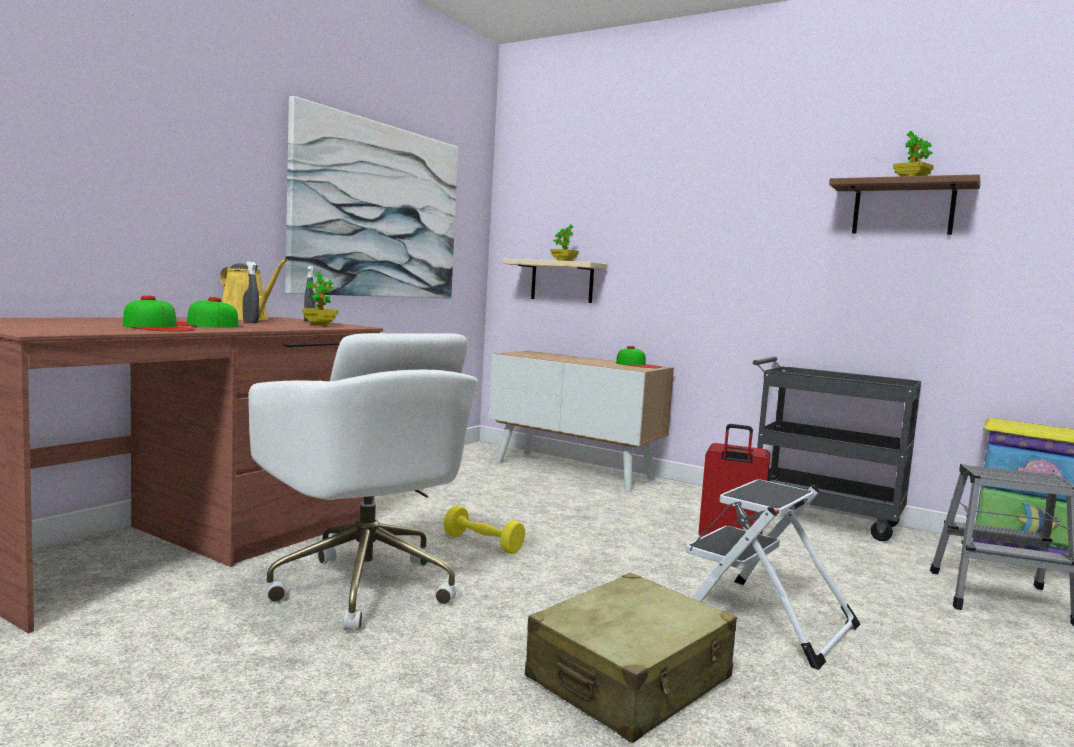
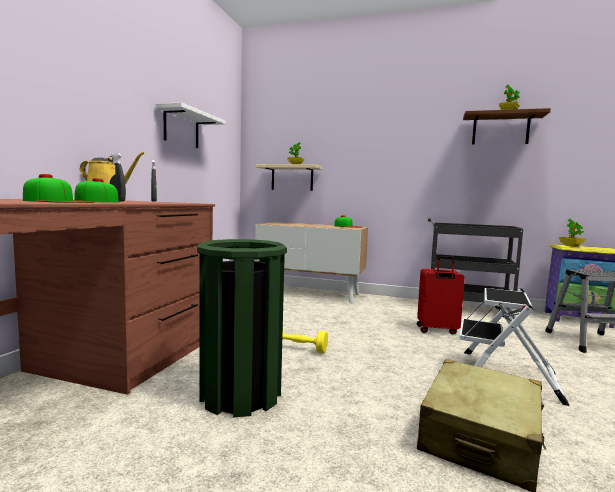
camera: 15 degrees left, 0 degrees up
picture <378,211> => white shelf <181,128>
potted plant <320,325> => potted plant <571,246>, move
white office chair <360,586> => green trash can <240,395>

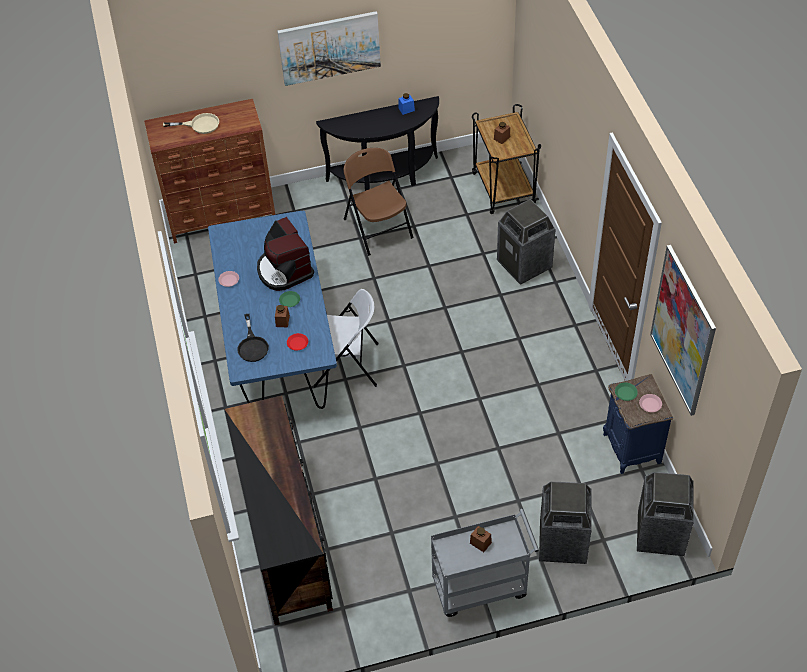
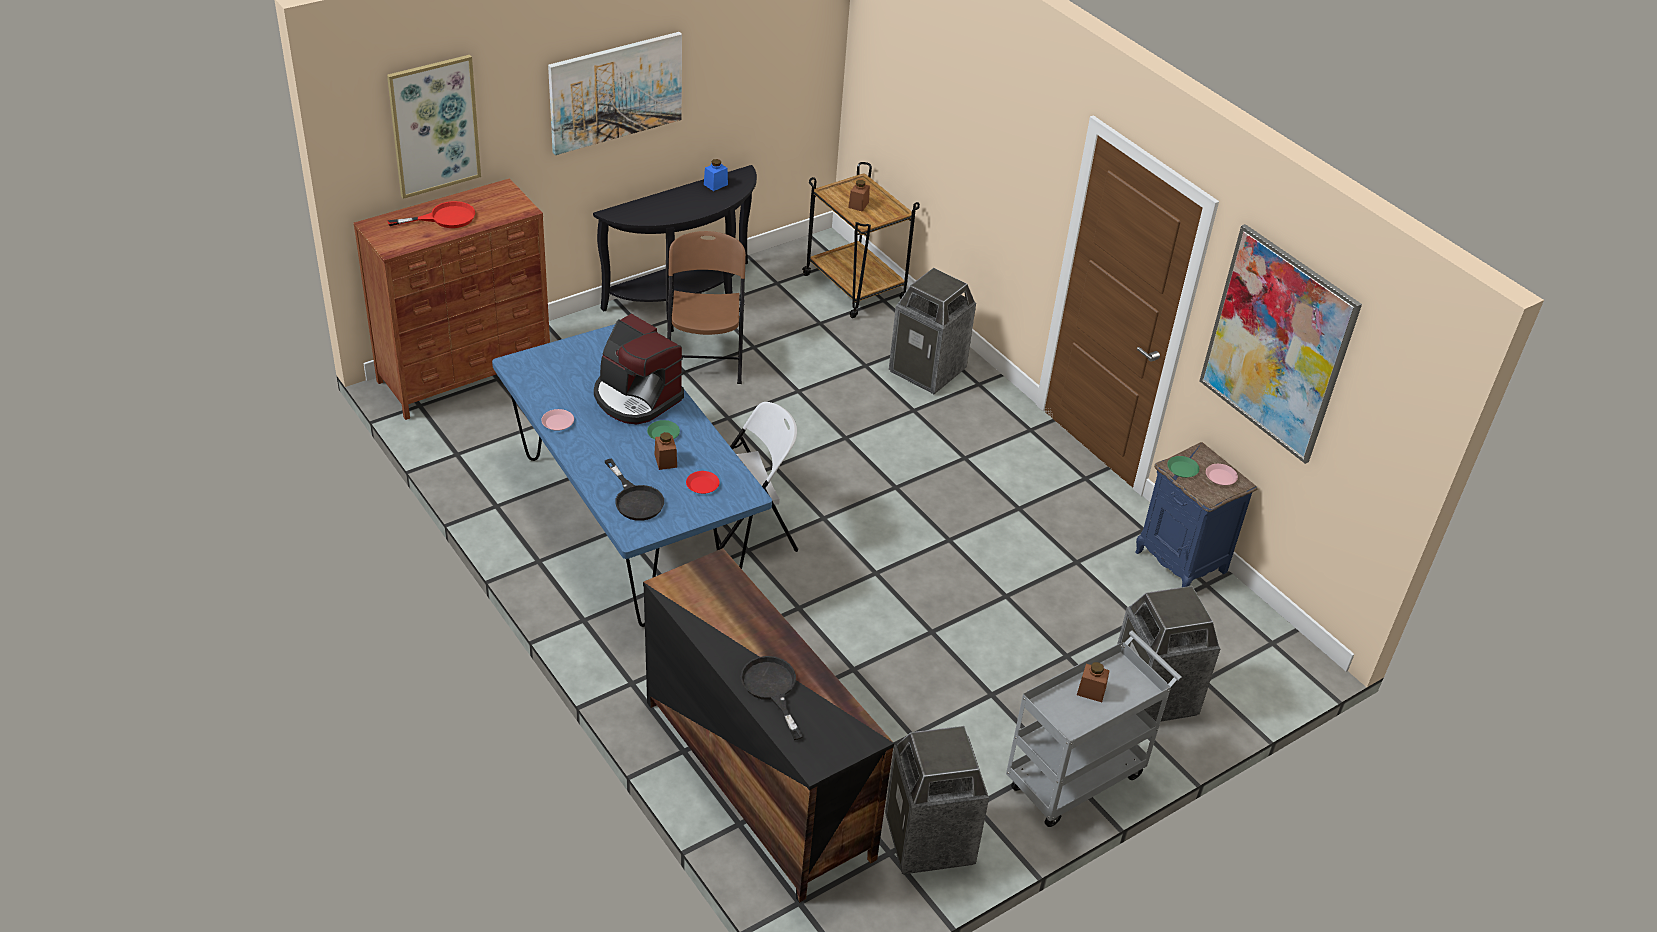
camera: 25 degrees left, 10 degrees down
beige frying pan <199,125> => red frying pan <444,218>
brown chair <378,228> => brown chair <705,357>, 45 degrees clockwise
trash can <660,534> => trash can <929,840>, move
nothing => picture <434,126>
nothing => black frying pan <771,689>

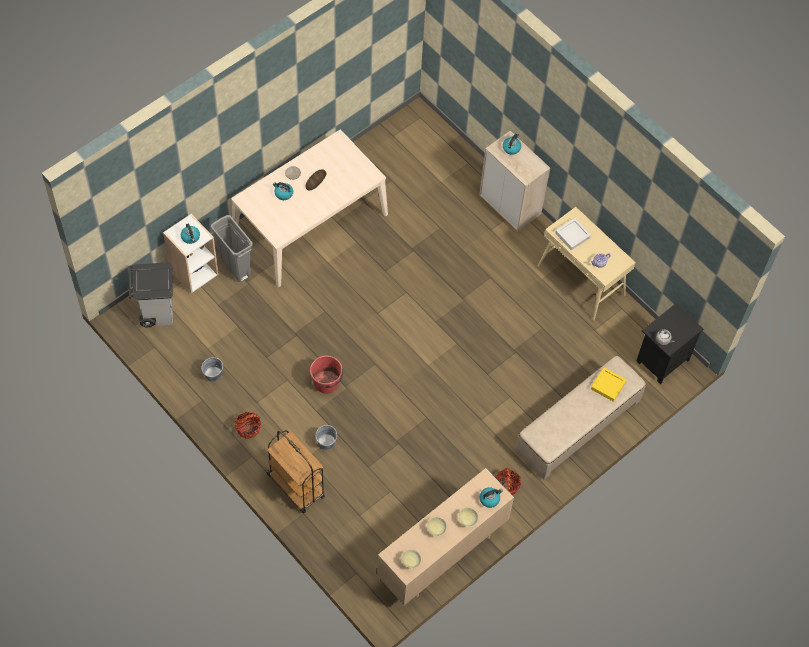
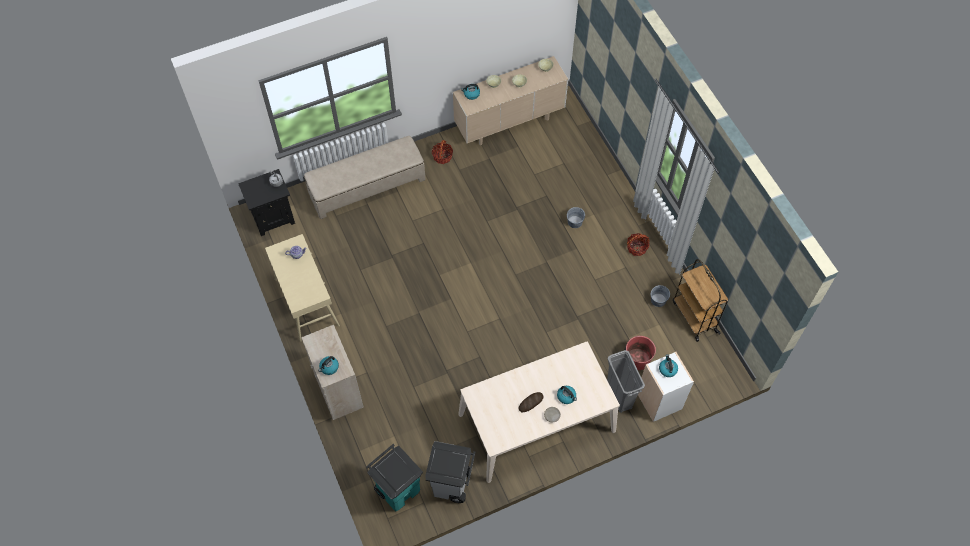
camera: 160 degrees left, 0 degrees up
grey tray <572,235> => nothing
grey trash can <156,311> => grey trash can <452,485>, move
red bucket <327,382> => red bucket <637,359>, move
yellow tray <608,385> => nothing
brown cart <296,487> => brown cart <694,316>, move
nothing => turquoise trash can <398,489>

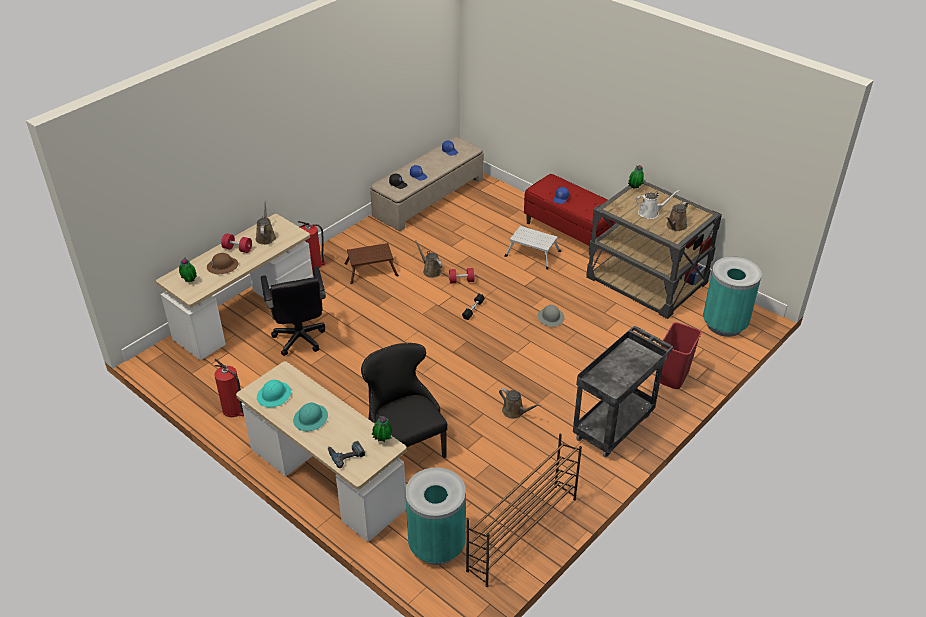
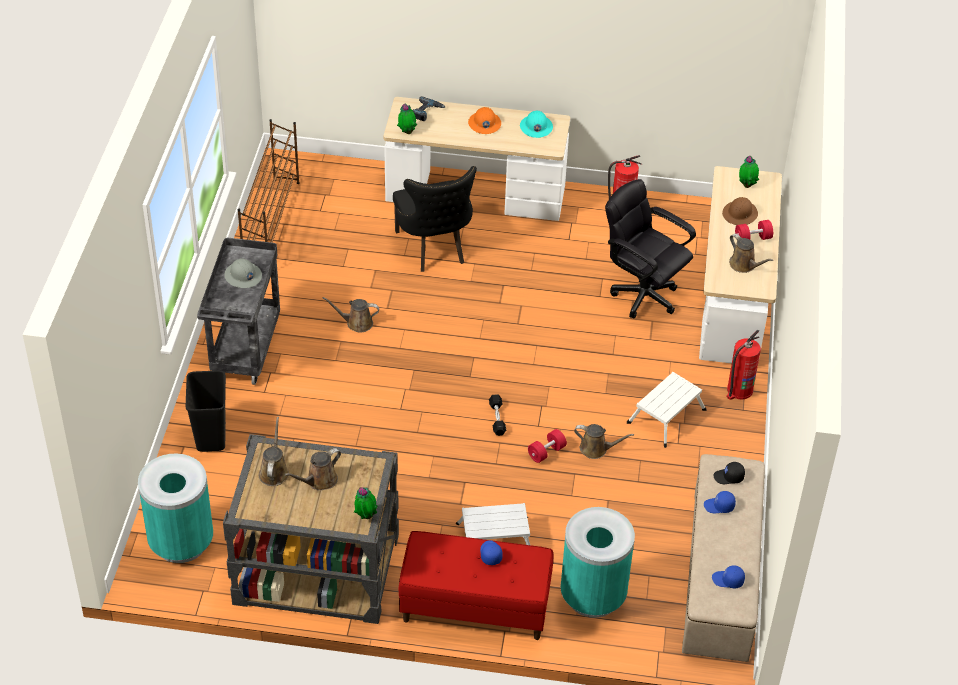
camera: 145 degrees right, 5 degrees up
white watering can <650,213> => brown watering can <319,481>
brown step ladder <371,269> => white step ladder <666,416>
grey hard hat <551,317> => grey hard hat <243,276>, move
red trash can <674,378> => black trash can <210,436>
black chair <405,445> => black chair <434,248>, 45 degrees clockwise
turquoise hard hat <311,418> => orange hard hat <484,123>
turquoise trash can <436,545> => turquoise trash can <593,595>, move

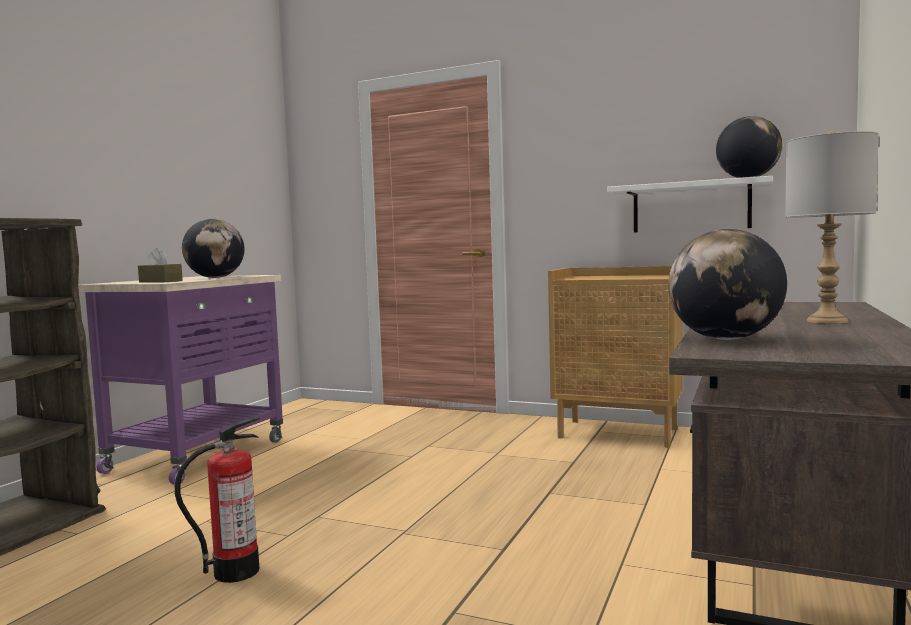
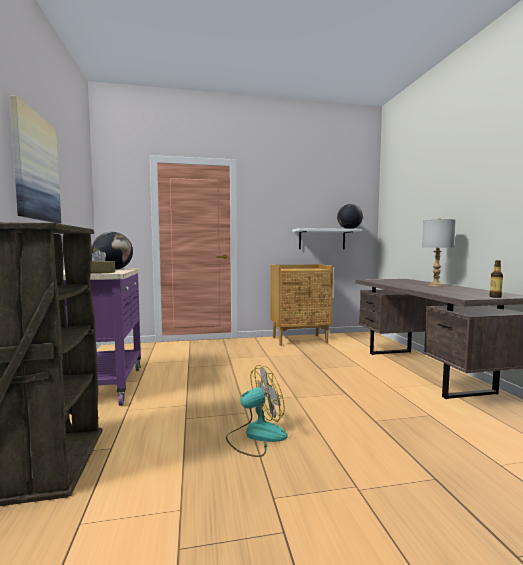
camera: 35 degrees left, 0 degrees up
globe <725,339> => nothing
fire extinguisher <236,571> => fan <256,436>
nothing => picture <35,167>
nothing => bottle <495,297>

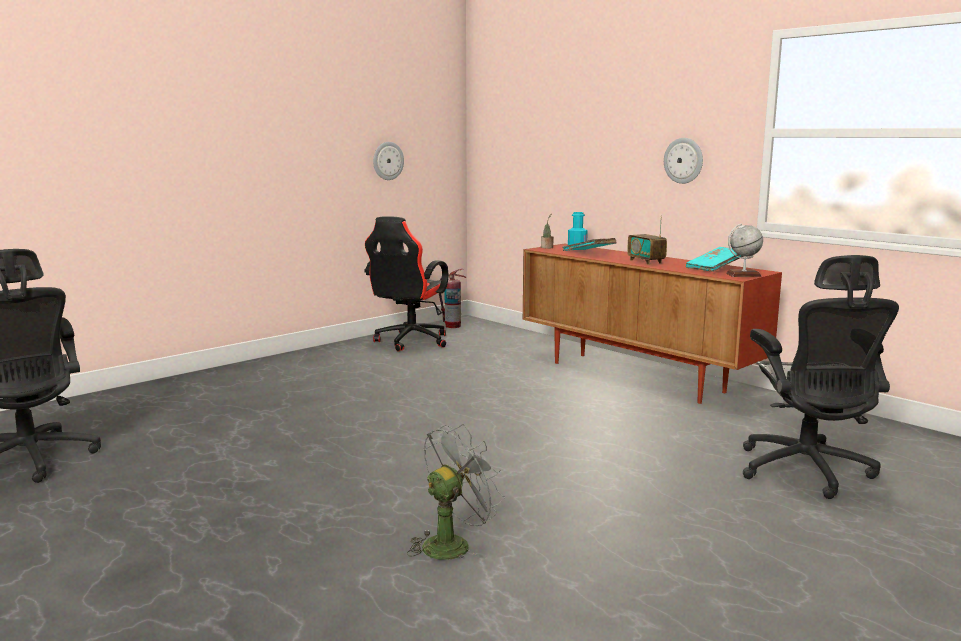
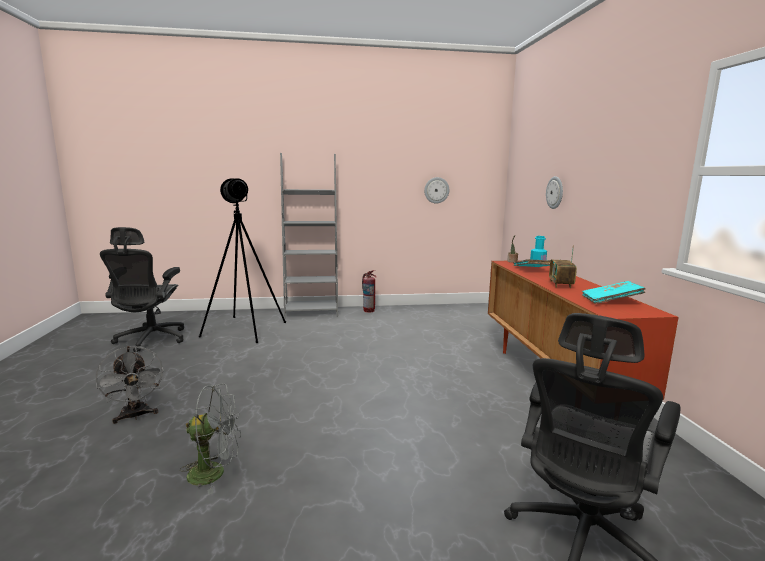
camera: 35 degrees right, 0 degrees up
wall clock <683,160> => wall clock <555,192>, move
black office chair <409,343> => nothing
globe <743,275> => nothing
fire extinguisher <452,326> => fire extinguisher <369,310>, move
nothing => grey bookcase <311,312>
nothing => black floor lamp <244,329>
nothing => grey fan <135,416>

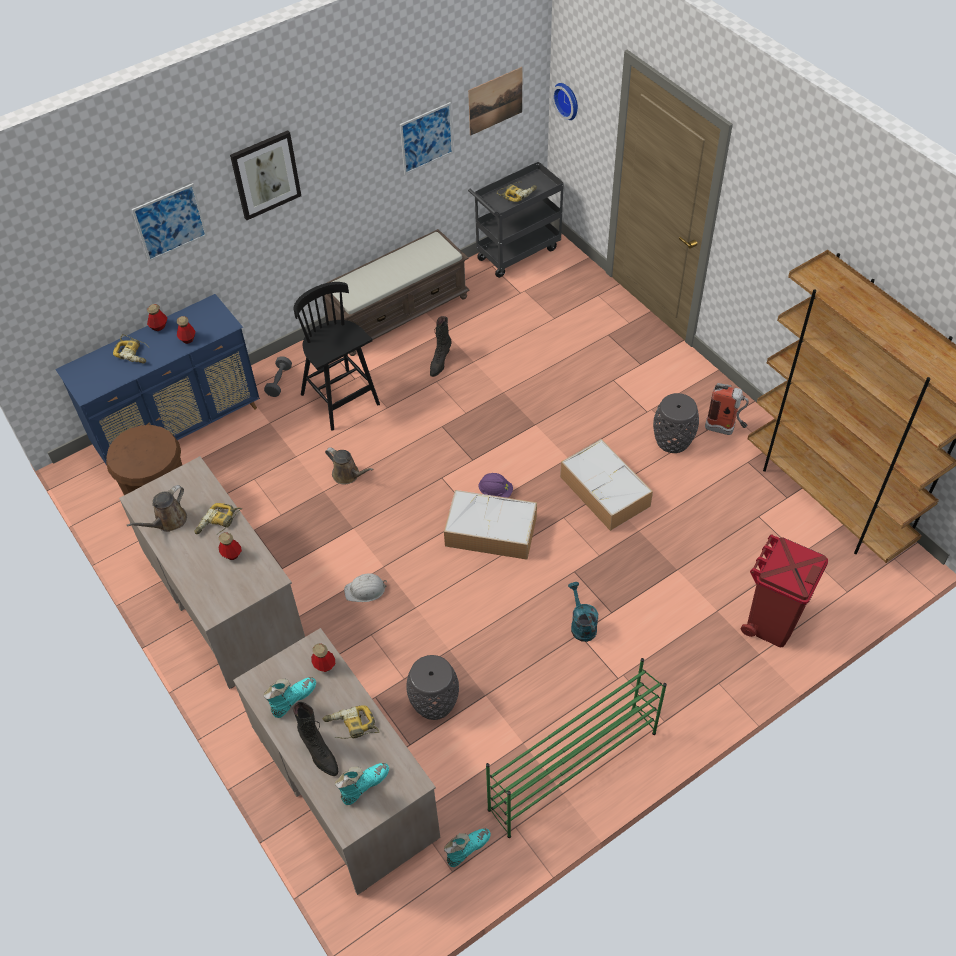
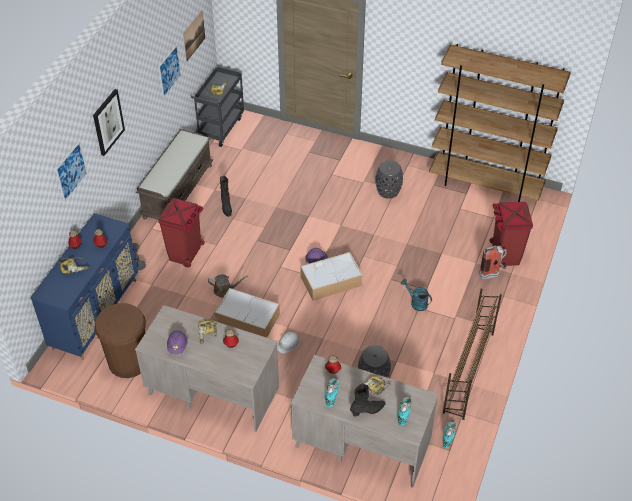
camera: 35 degrees left, 5 degrees down
wall clock <568,100> => nothing
black stool <341,401> => red trash can <185,253>
fire extinguisher <725,429> => fire extinguisher <492,275>, move
storage box <606,492> => storage box <248,319>, move
brown watering can <168,521> => purple hard hat <177,346>
green shoe rack <572,771> => brown shoe rack <468,372>
black boot <319,752> => black boot <368,410>, 45 degrees counterclockwise

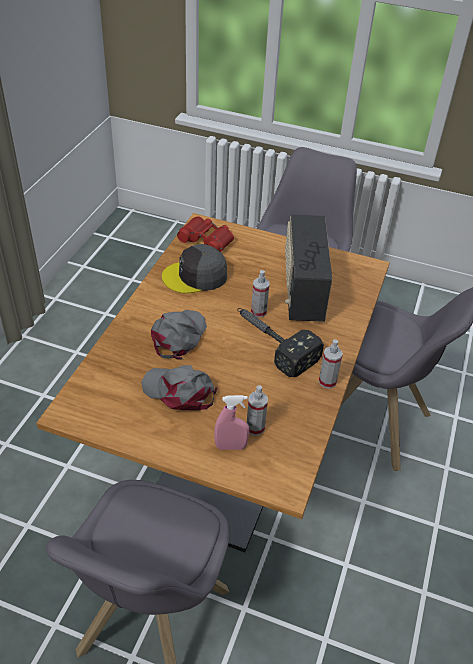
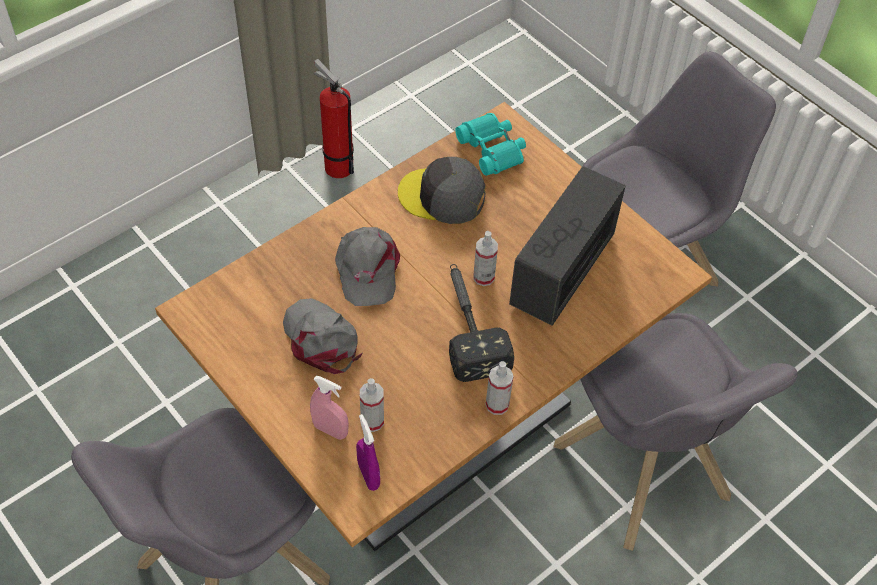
camera: 30 degrees right, 10 degrees up
red binoculars <206,240> => turquoise binoculars <492,149>
grey cap <178,336> => grey cap <367,270>, 120 degrees clockwise
nothing => fire extinguisher <336,165>
nothing => purple spray bottle <368,475>

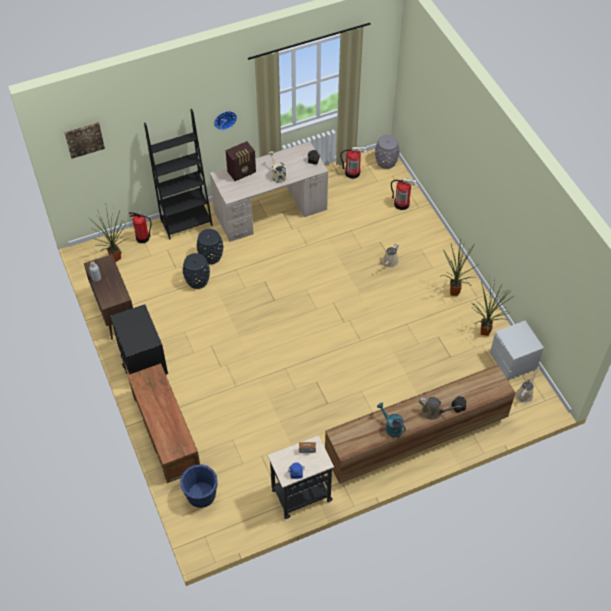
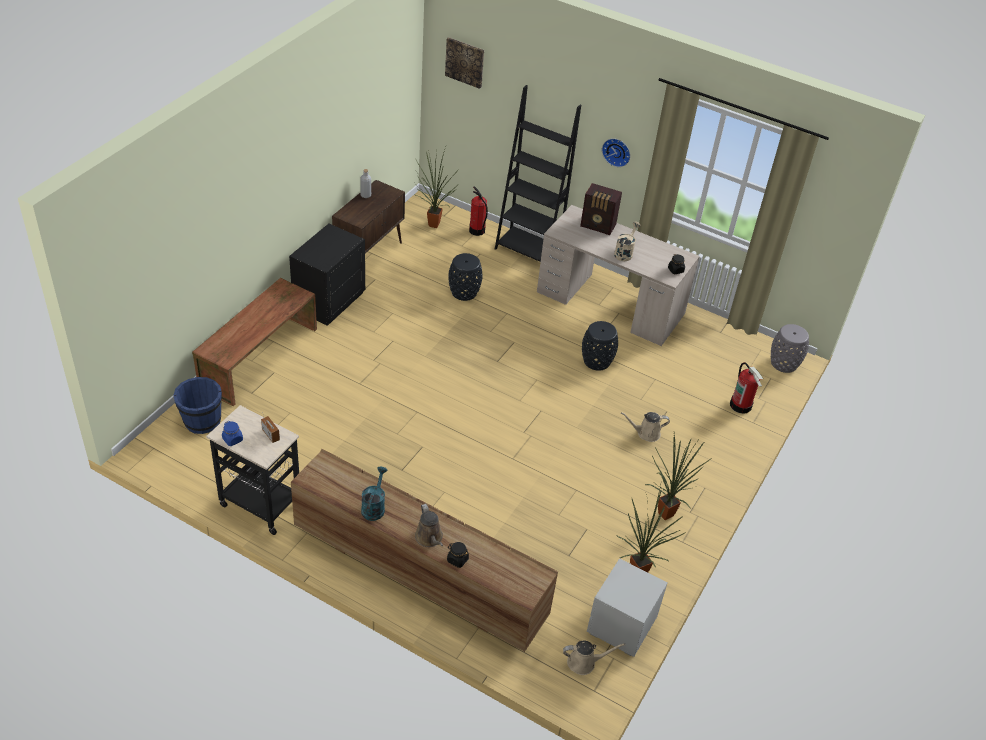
camera: 50 degrees right, 10 degrees down
fire extinguisher <352,172> => nothing
black stool <211,256> => black stool <596,361>, move

